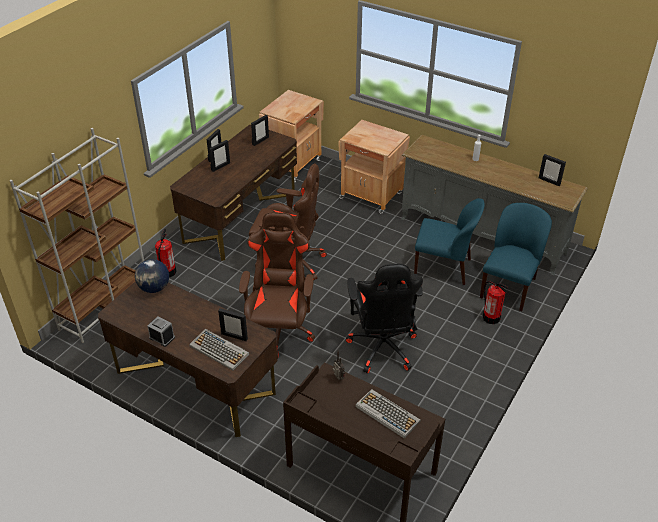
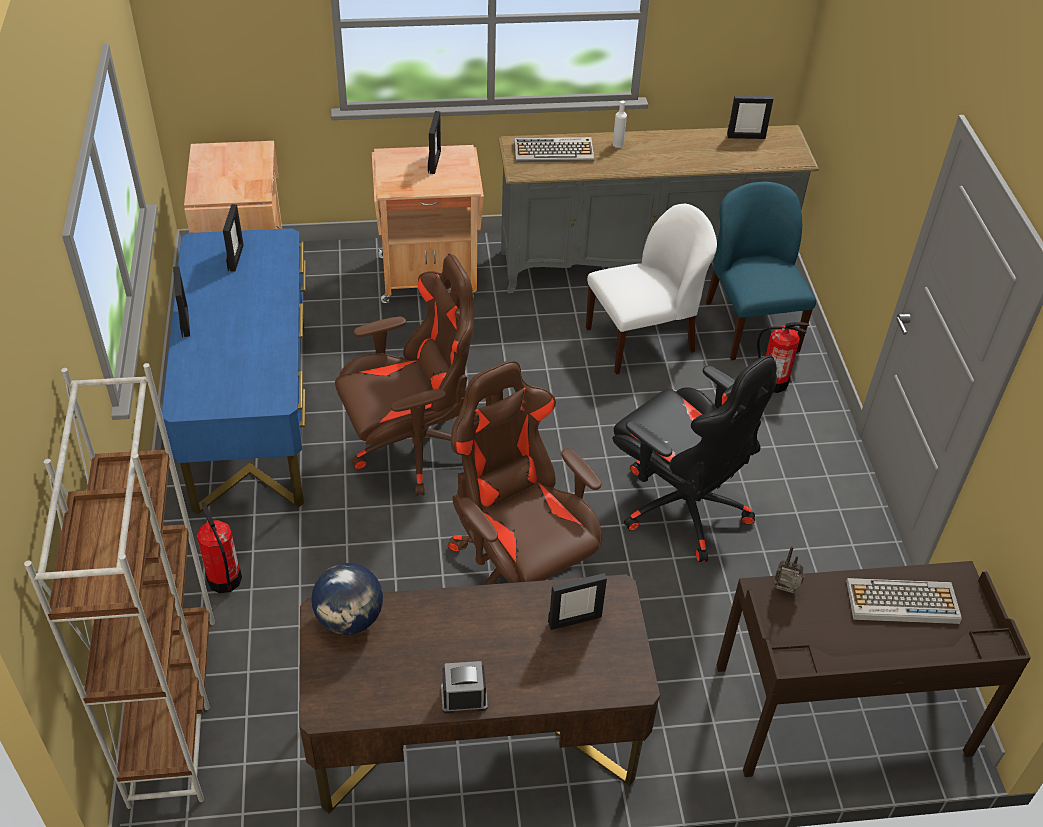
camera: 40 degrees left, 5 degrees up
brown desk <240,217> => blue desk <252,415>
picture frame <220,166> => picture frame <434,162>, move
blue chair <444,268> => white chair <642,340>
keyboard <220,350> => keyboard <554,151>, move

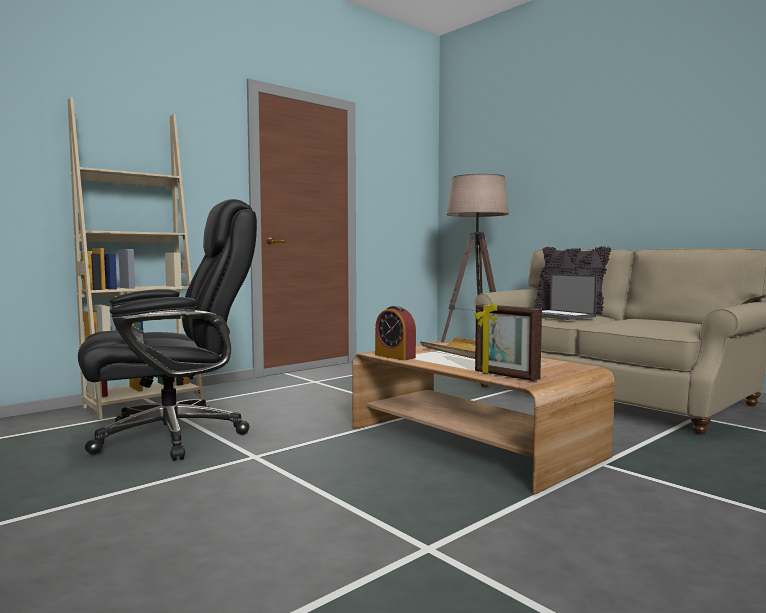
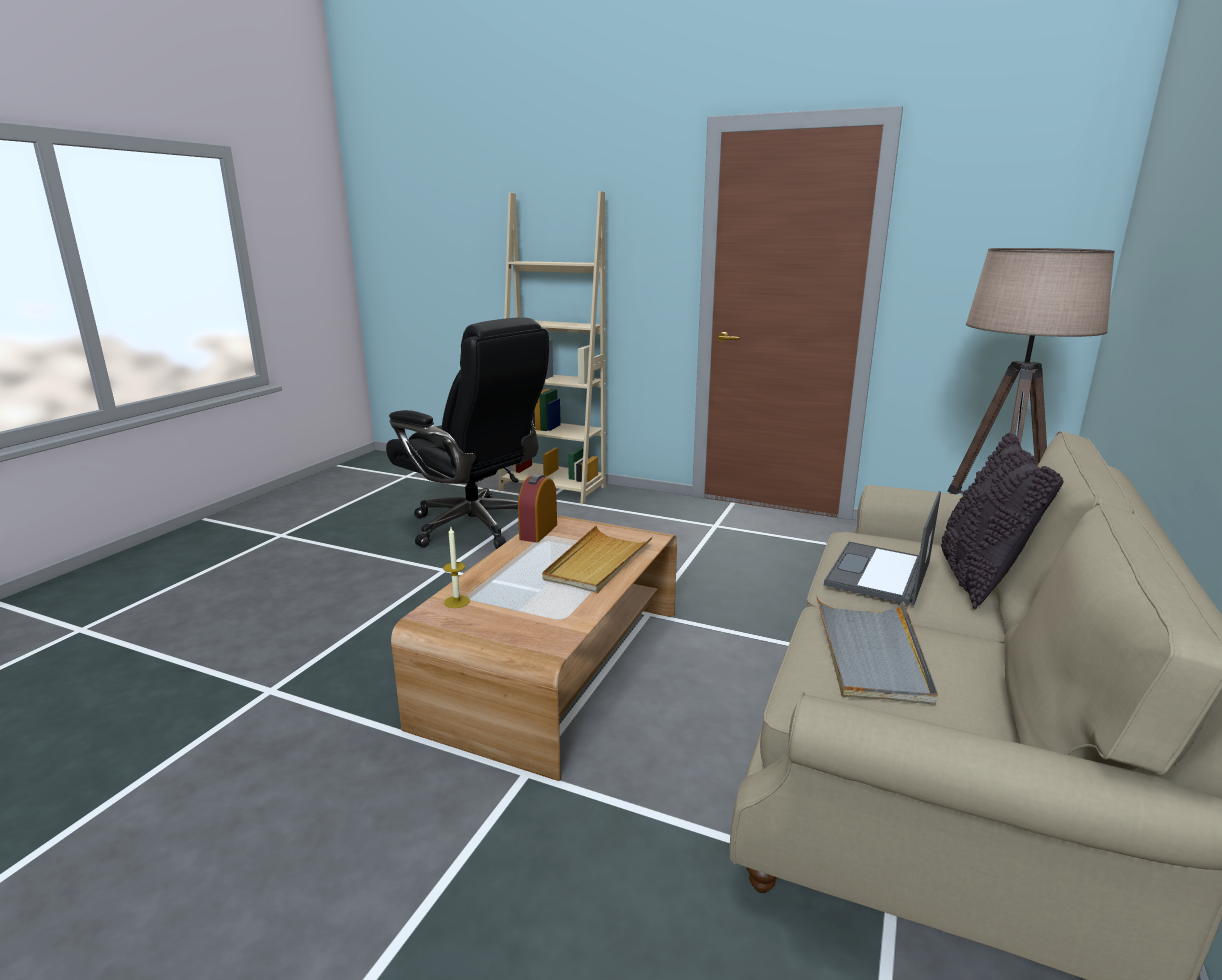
camera: 65 degrees right, 15 degrees up
picture frame <505,376> => candle <457,601>
nothing => grey tray <871,653>

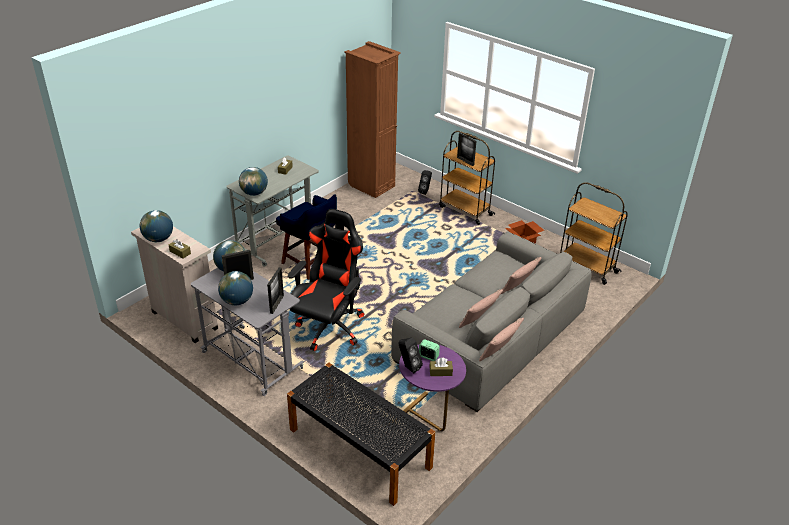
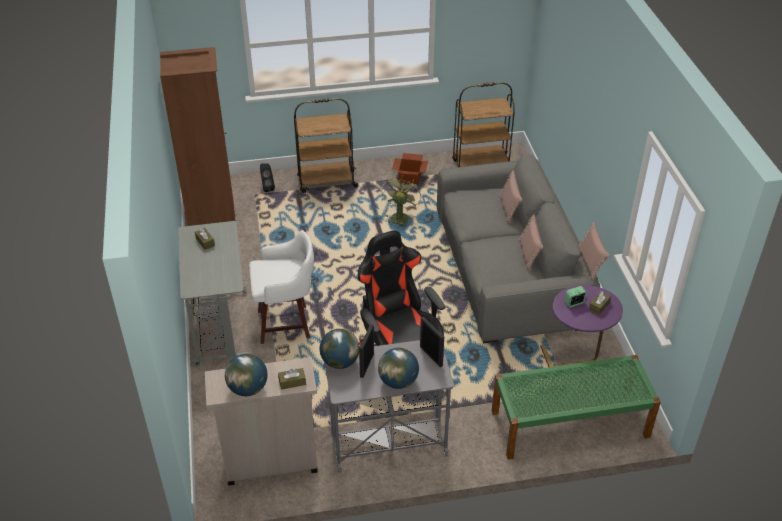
camera: 50 degrees left, 5 degrees up
picture frame <465,161> => nothing
globe <254,193> => nothing
blue stool <310,264> => white stool <286,324>
black speaker <408,367> => nothing
black bench <359,449> => green bench <569,424>
nothing => green fan <399,216>

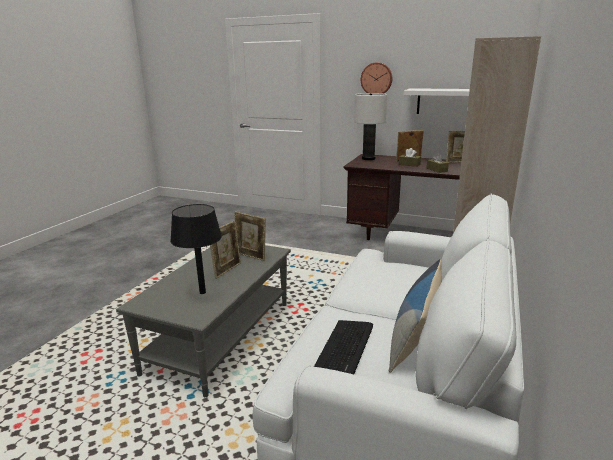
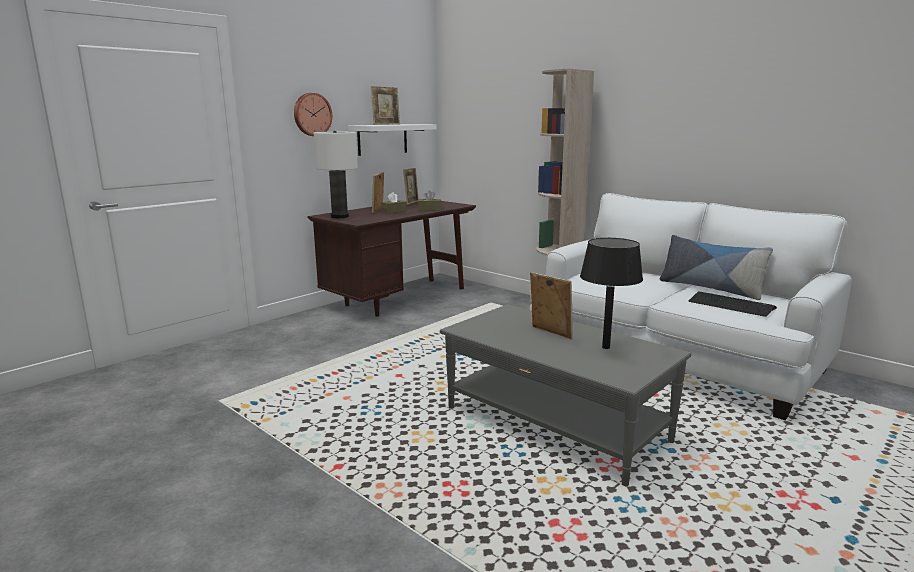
camera: 70 degrees left, 5 degrees down
picture frame <251,256> => picture frame <386,124>, move

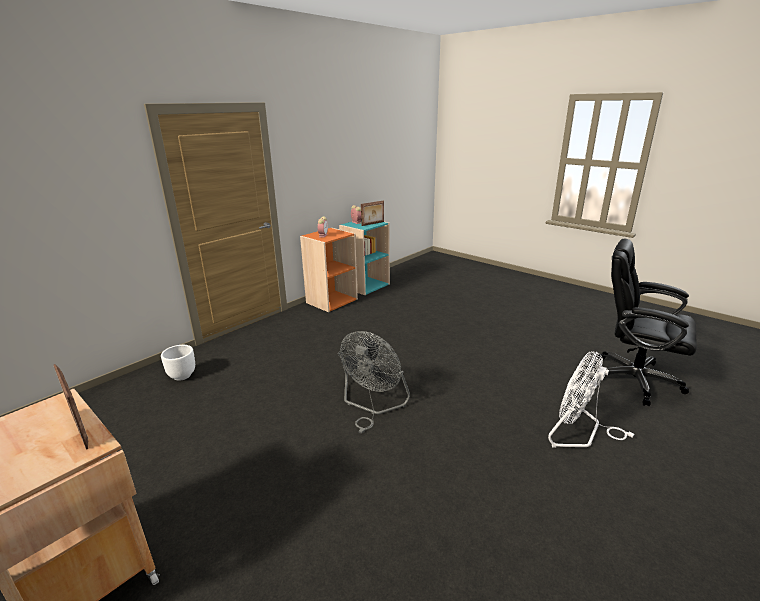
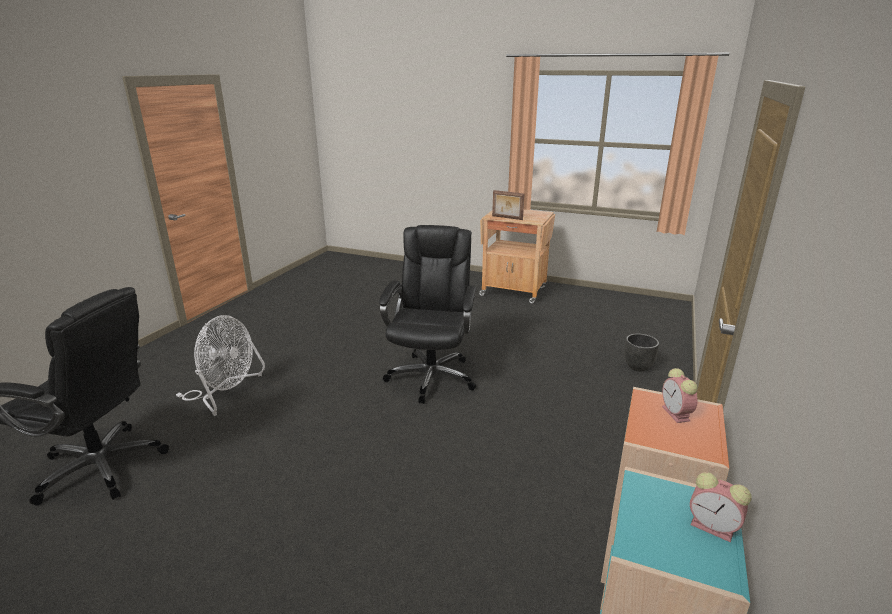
camera: 160 degrees right, 0 degrees up
picture frame <373,224> => nothing
grey fan <369,404> => black office chair <431,377>
white planter <183,376> => black planter <637,367>

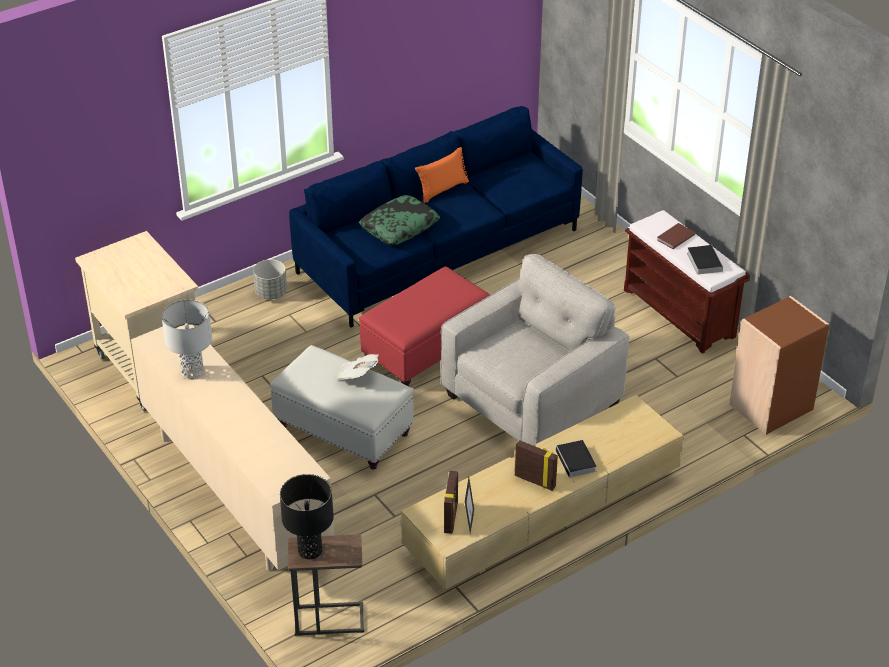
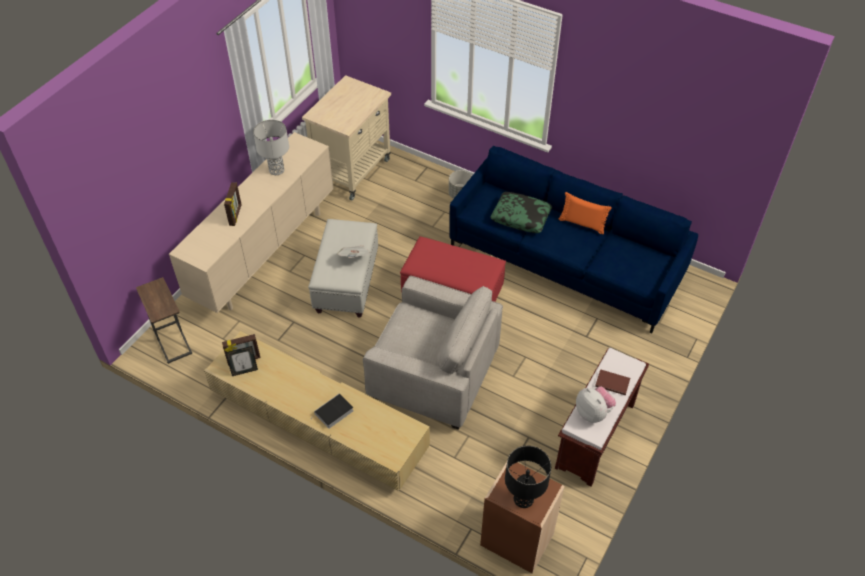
camera: 65 degrees right, 10 degrees up
book <703,261> => plush toy <593,412>
picture frame <535,480> => picture frame <236,215>, move
black table lamp <309,550> => black table lamp <523,498>, move

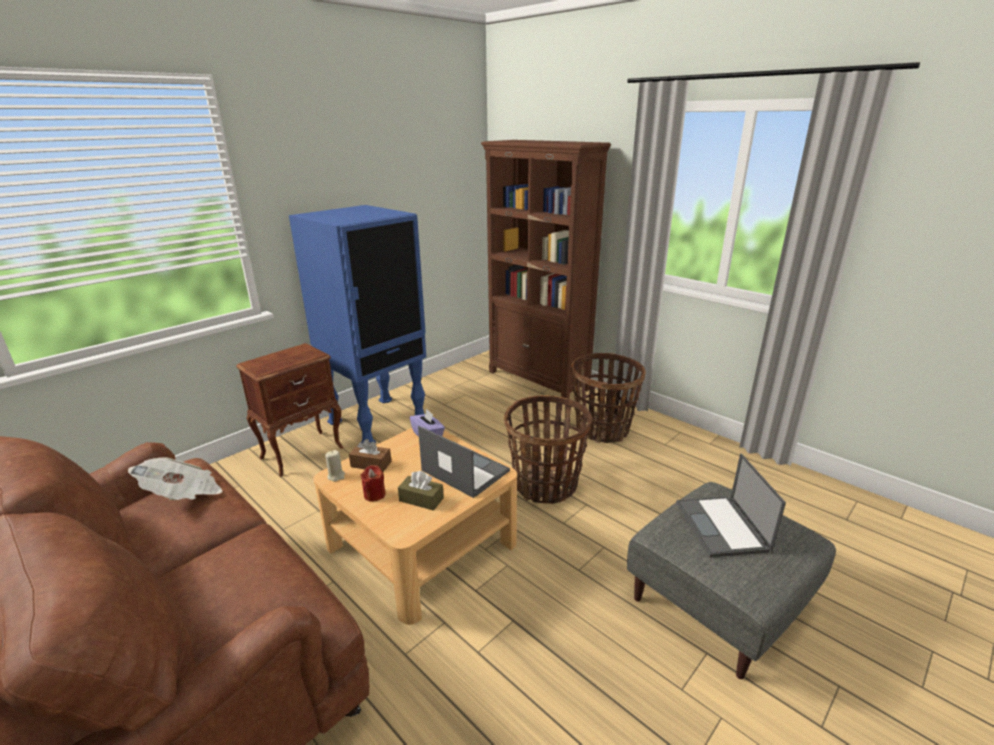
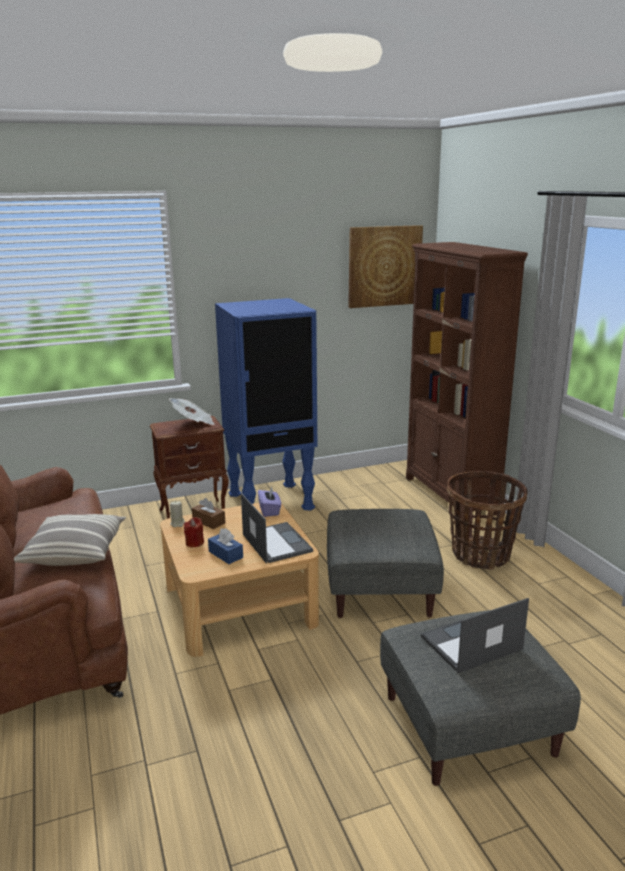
camera: 25 degrees right, 5 degrees down
basket <545,485> => grey ottoman <381,589>
laptop <722,527> => laptop <470,644>, 45 degrees clockwise
newspaper <184,495> => newspaper <193,422>, move
brown tissue box <421,499> => blue tissue box <225,554>
nothing => picture <384,266>
nothing => pillow <75,552>

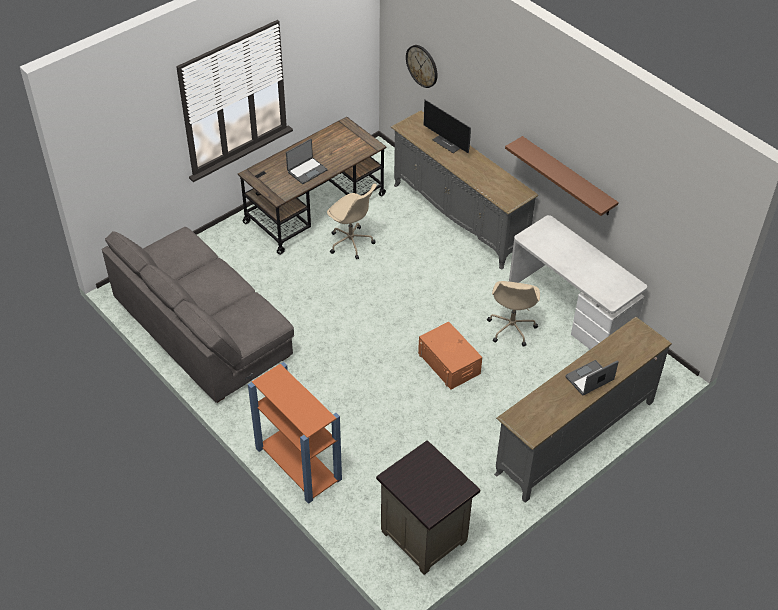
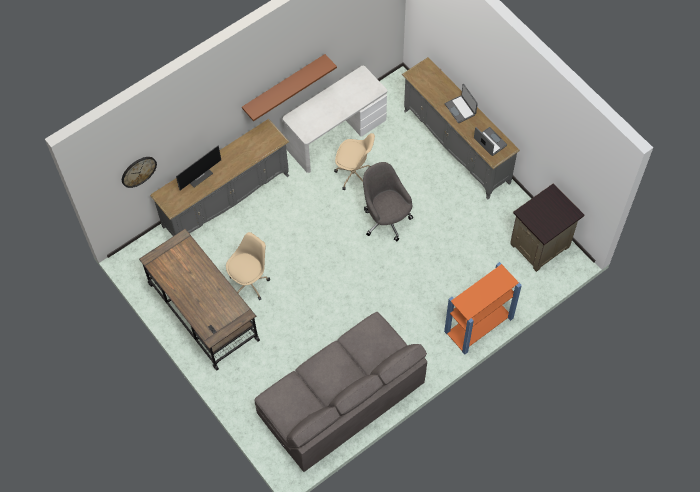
camera: 85 degrees left, 15 degrees up
laptop <307,171> => laptop <489,142>, move
orange storage box <449,363> => grey office chair <386,219>

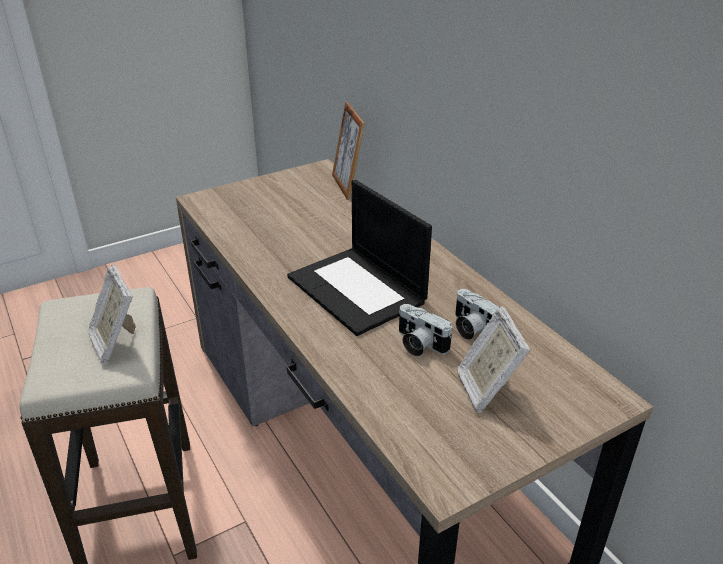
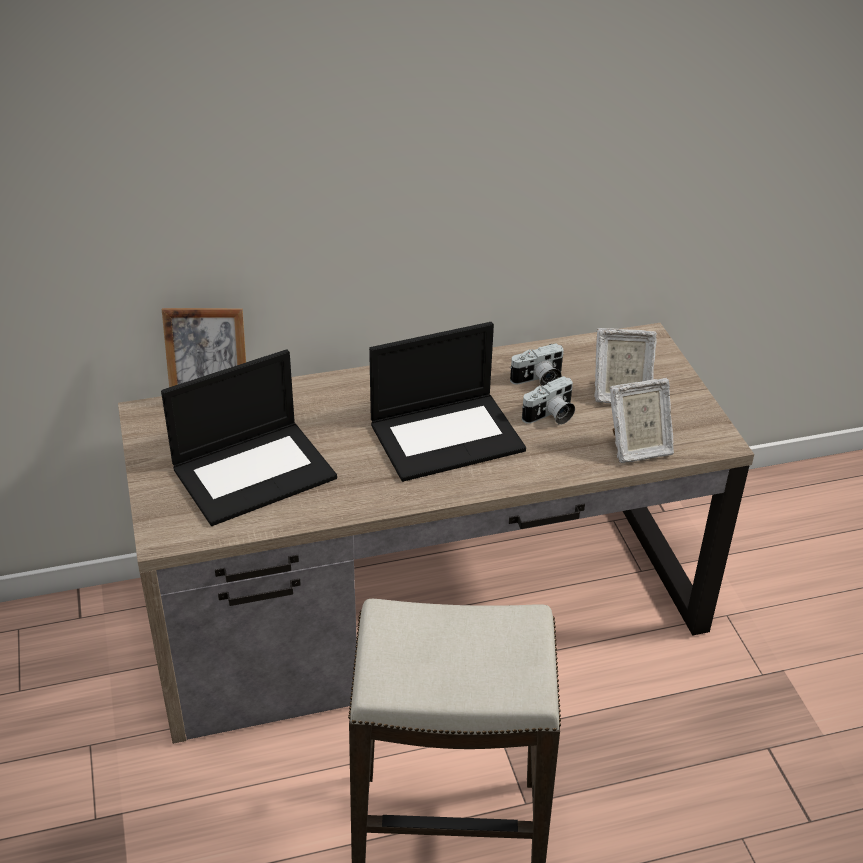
camera: 75 degrees left, 5 degrees up
picture frame <116,342> => picture frame <637,448>, move
nothing => laptop <255,471>

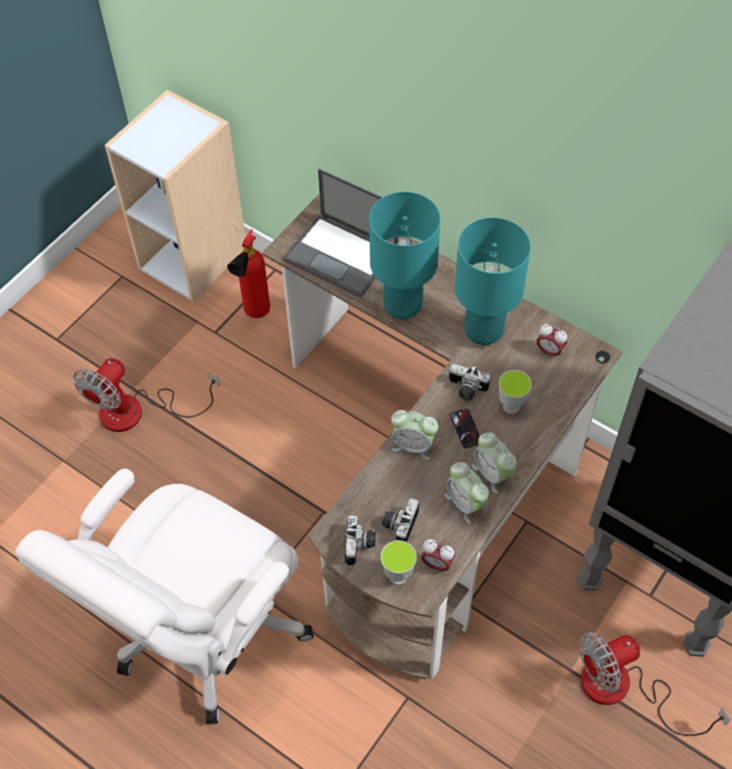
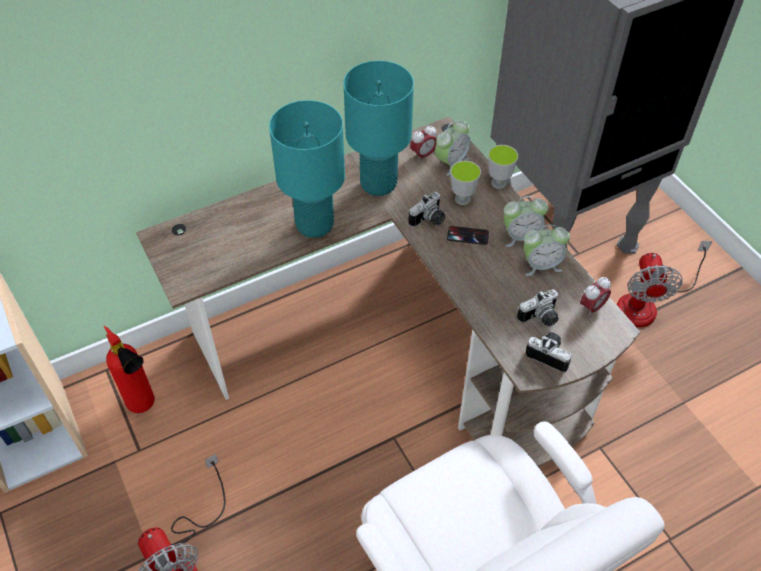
camera: 65 degrees left, 5 degrees down
laptop <342,255> => nothing
alarm clock <413,445> => alarm clock <451,162>, move
photo camera <398,524> => photo camera <540,318>, 75 degrees counterclockwise
cup <398,576> => cup <498,183>, move

